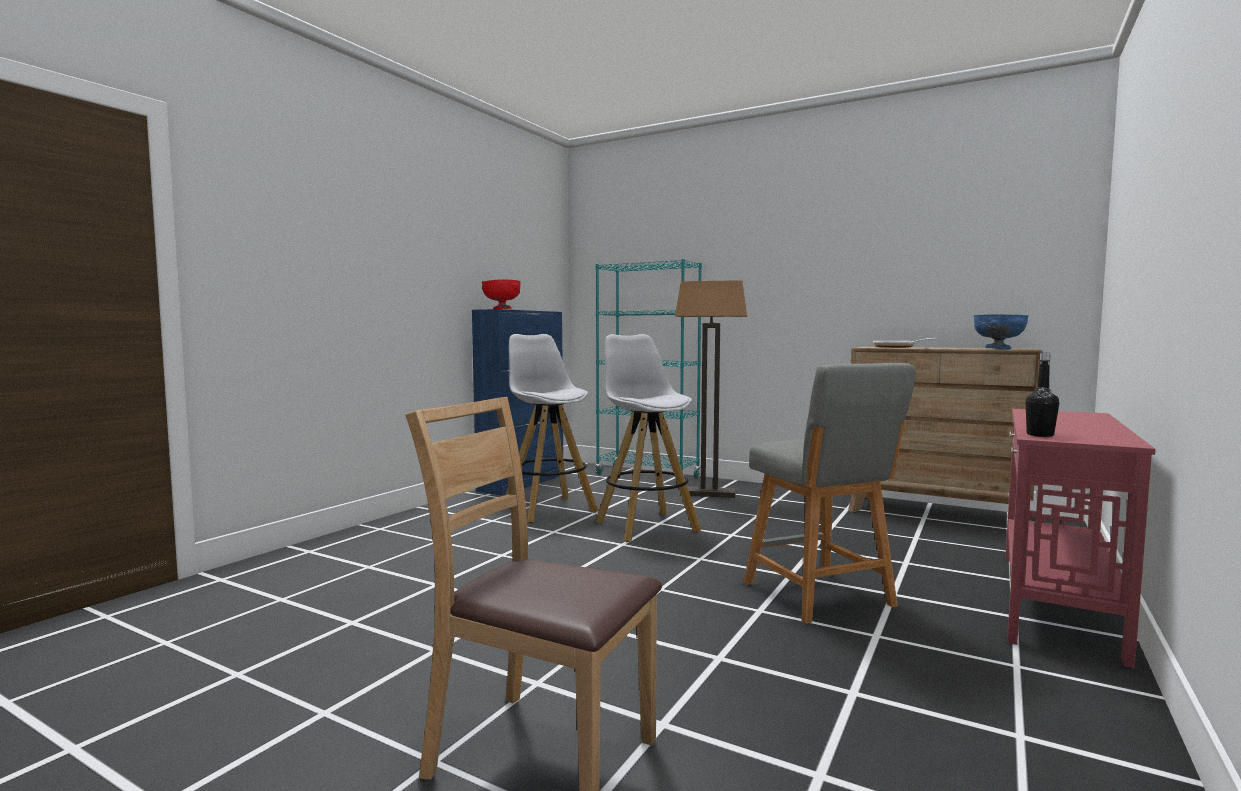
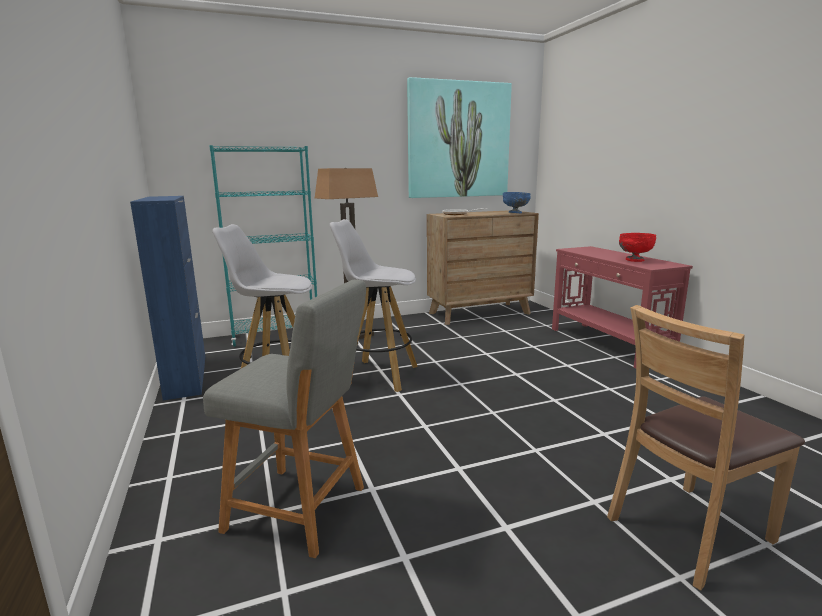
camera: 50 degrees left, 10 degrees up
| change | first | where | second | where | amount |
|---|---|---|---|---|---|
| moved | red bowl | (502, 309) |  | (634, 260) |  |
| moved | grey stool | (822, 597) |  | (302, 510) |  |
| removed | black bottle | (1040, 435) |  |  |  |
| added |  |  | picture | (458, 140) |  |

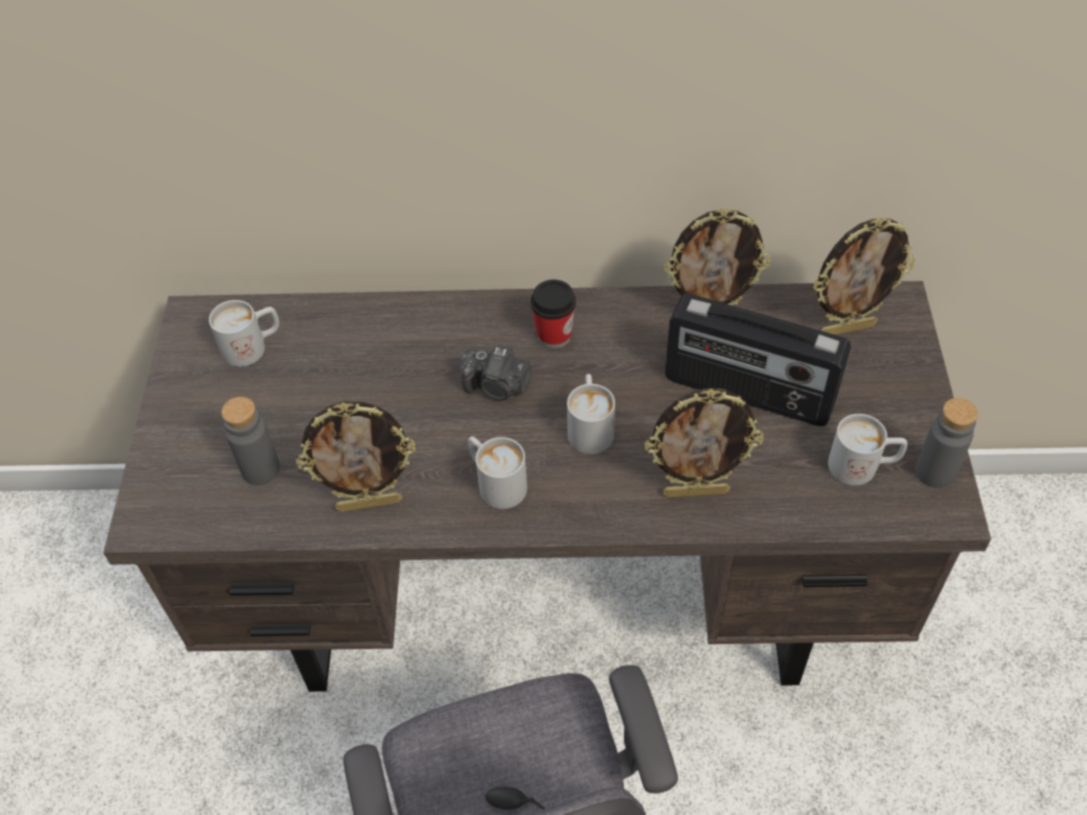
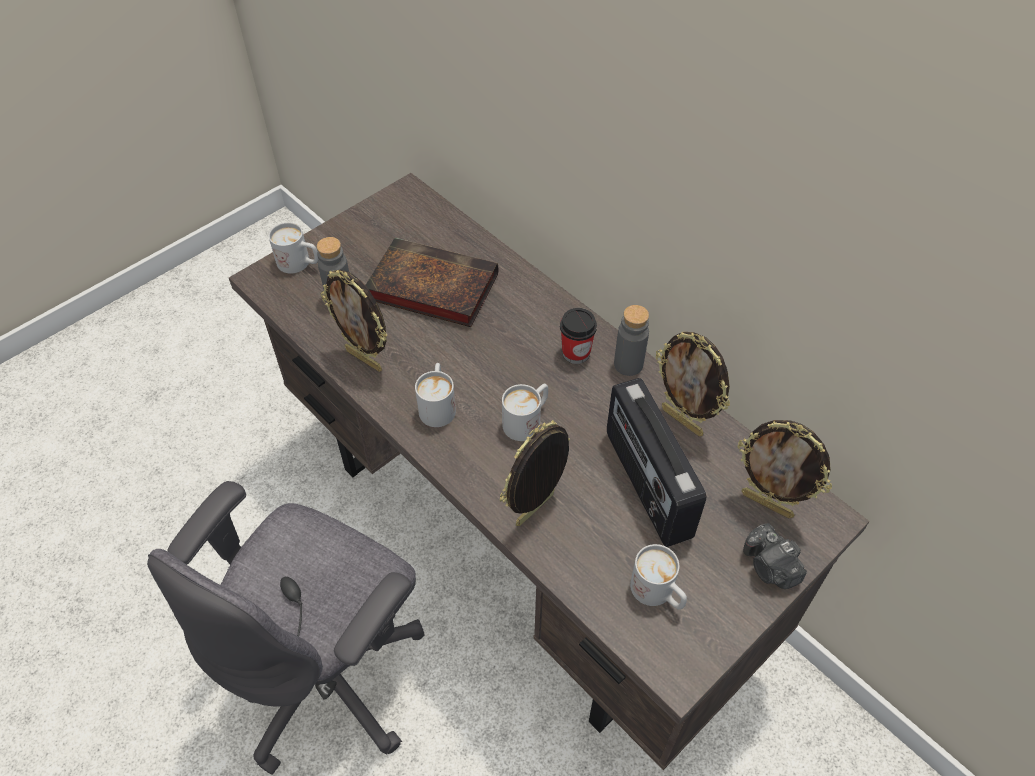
camera: 45 degrees right, 0 degrees up
| change | first | where | second | where | amount |
|---|---|---|---|---|---|
| moved | white mug | (253, 346) |  | (300, 264) |  |
| moved | photo camera | (497, 387) |  | (770, 567) |  |
| turned | picture frame | (696, 491) |  | (536, 511) | 90 degrees clockwise |
| moved | grey bottle | (935, 472) |  | (628, 364) |  |
| added |  |  | book | (429, 287) |  |

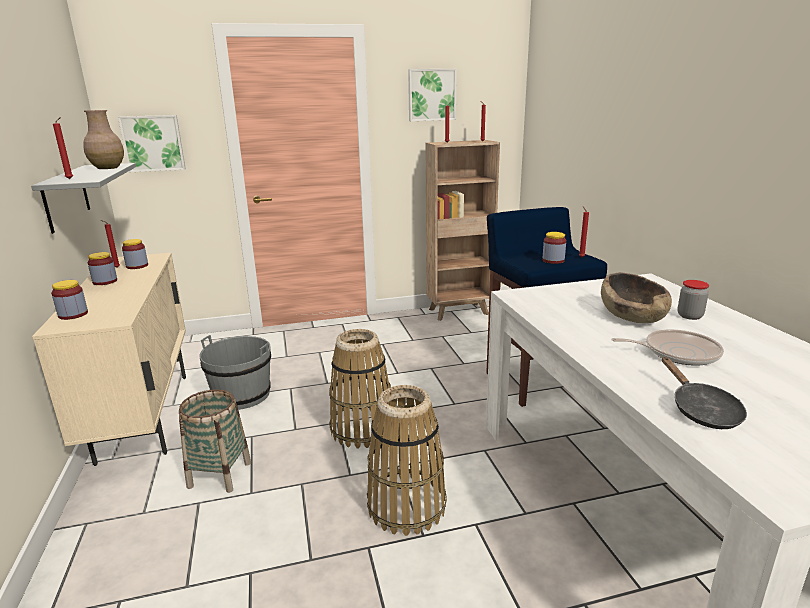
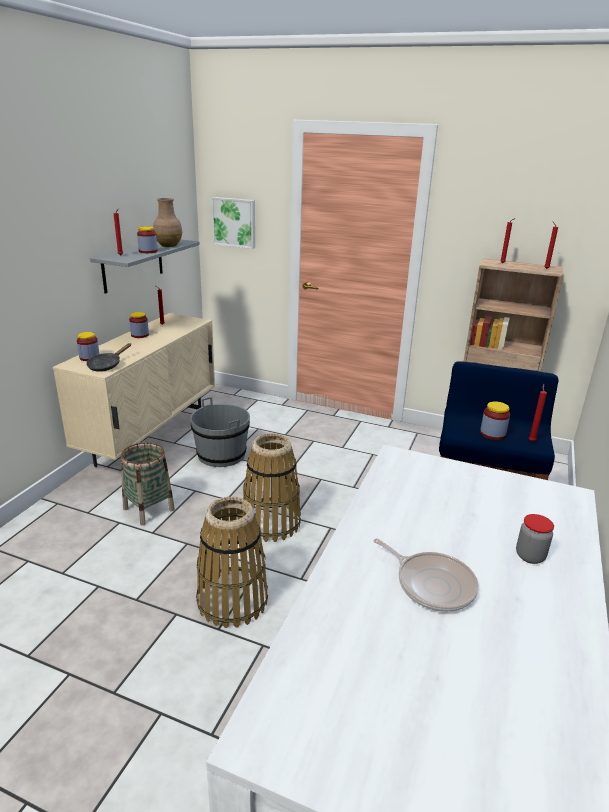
camera: 35 degrees right, 5 degrees up
| change | first | where | second | where | amount |
|---|---|---|---|---|---|
| moved | jar | (137, 266) |  | (148, 251) |  |
| removed | picture | (431, 95) |  |  |  |
| removed | brown bowl | (632, 315) |  |  |  |
| moved | black frying pan | (701, 410) |  | (107, 365) |  |

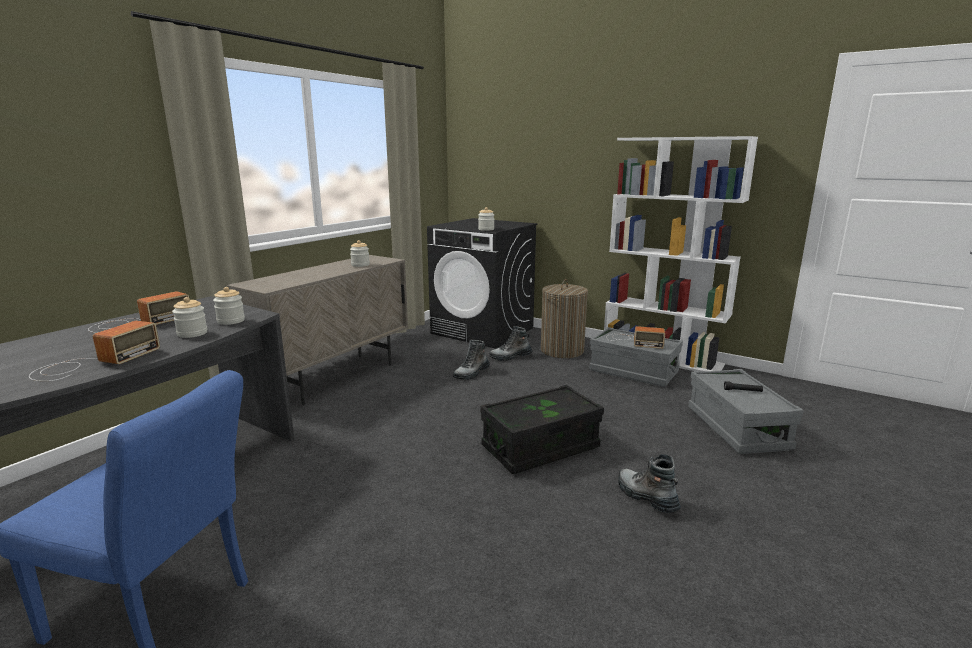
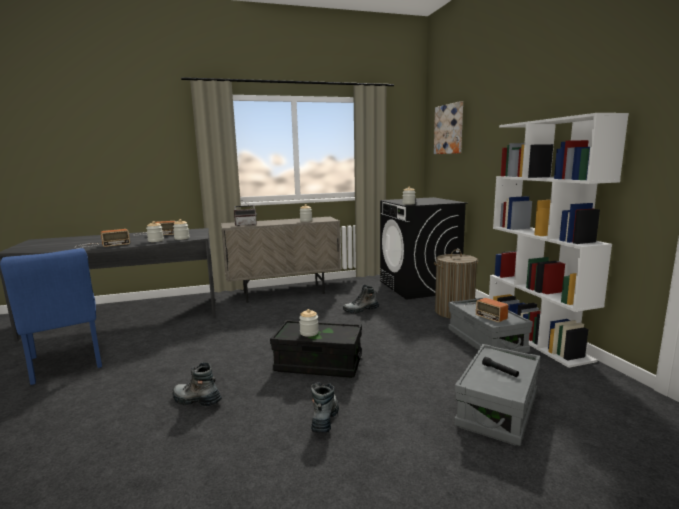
camera: 40 degrees right, 5 degrees down
| change | first | where | second | where | amount |
|---|---|---|---|---|---|
| moved | boot | (510, 357) |  | (196, 400) |  |
| added |  |  | radio | (246, 225) |  |
| added |  |  | jar | (309, 333) |  |
| added |  |  | picture | (449, 129) |  |

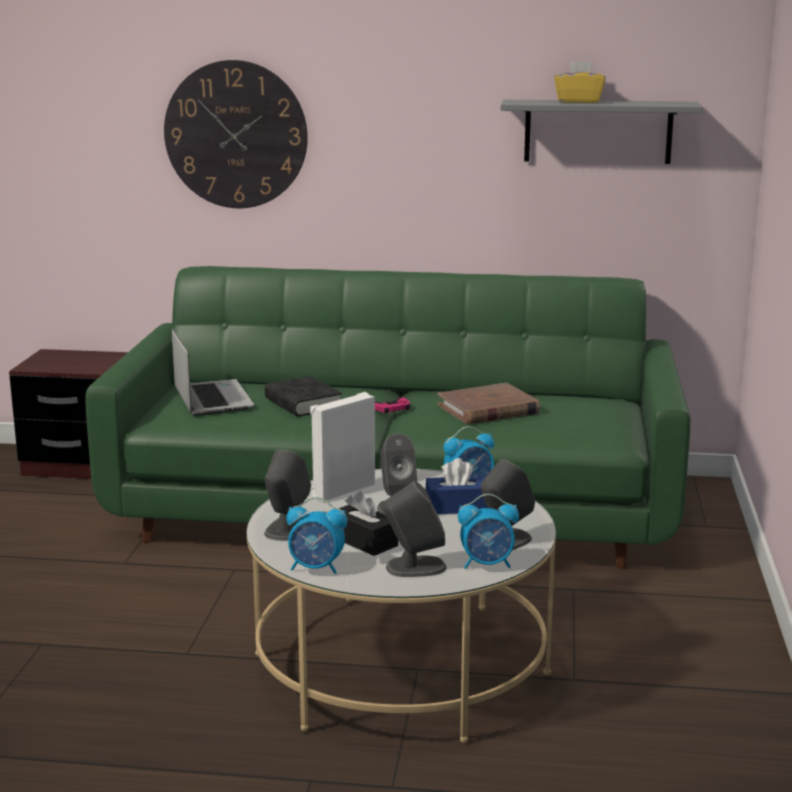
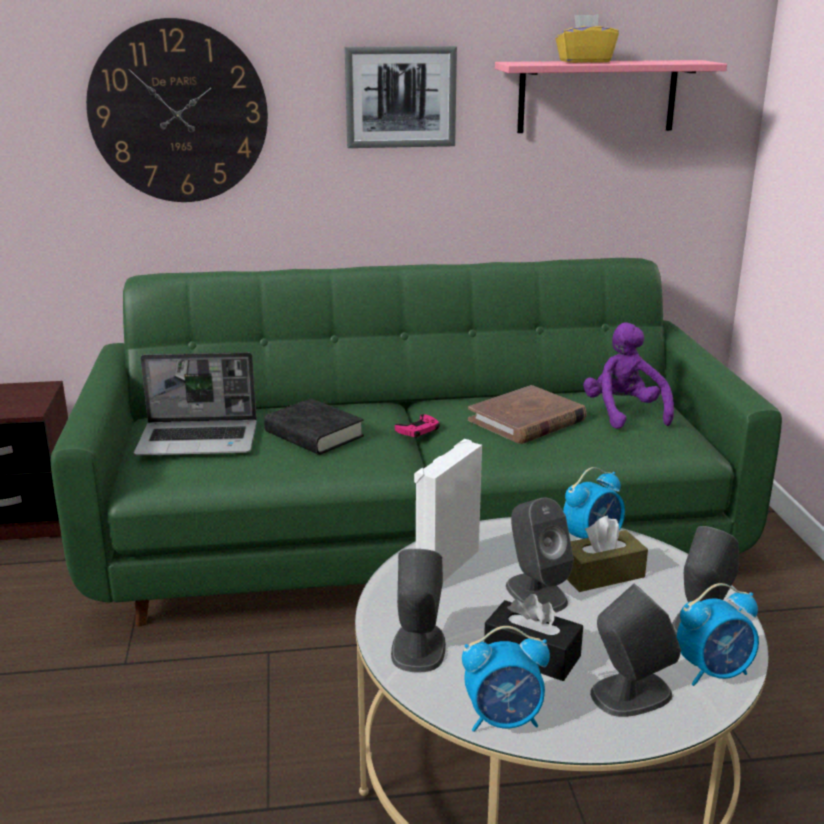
camera: 15 degrees left, 5 degrees up
| change | first | where | second | where | amount |
|---|---|---|---|---|---|
| turned | laptop | (211, 399) |  | (200, 440) | 120 degrees clockwise |
| recoloured | blue tissue box | (457, 507) | brown tissue box | (601, 574) |  |
| recoloured | grey shelf | (598, 131) | pink shelf | (597, 96) |  |
| added |  |  | picture | (400, 97) |  |
| added |  |  | purple plush toy | (624, 413) |  |

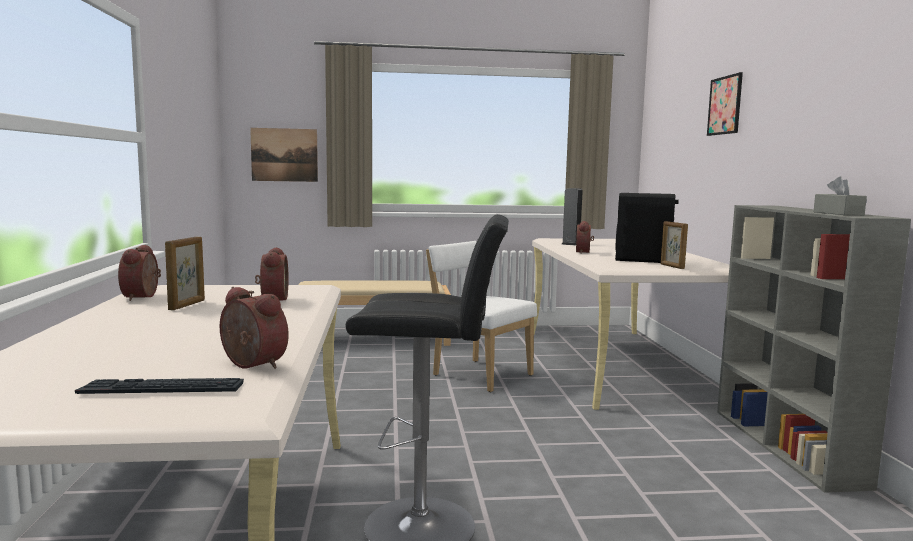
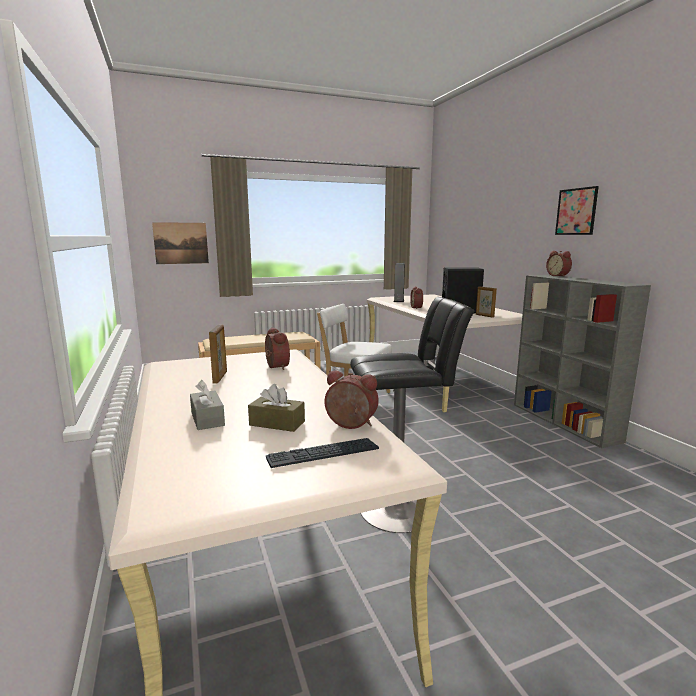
camera: 15 degrees left, 5 degrees up
| change | first | where | second | where | amount |
|---|---|---|---|---|---|
| moved | alarm clock | (143, 297) |  | (558, 276) |  |
| moved | picture | (725, 105) |  | (576, 211) |  |
| moved | grey tissue box | (838, 213) |  | (207, 419) |  |
| added |  |  | brown tissue box | (277, 423) |  |

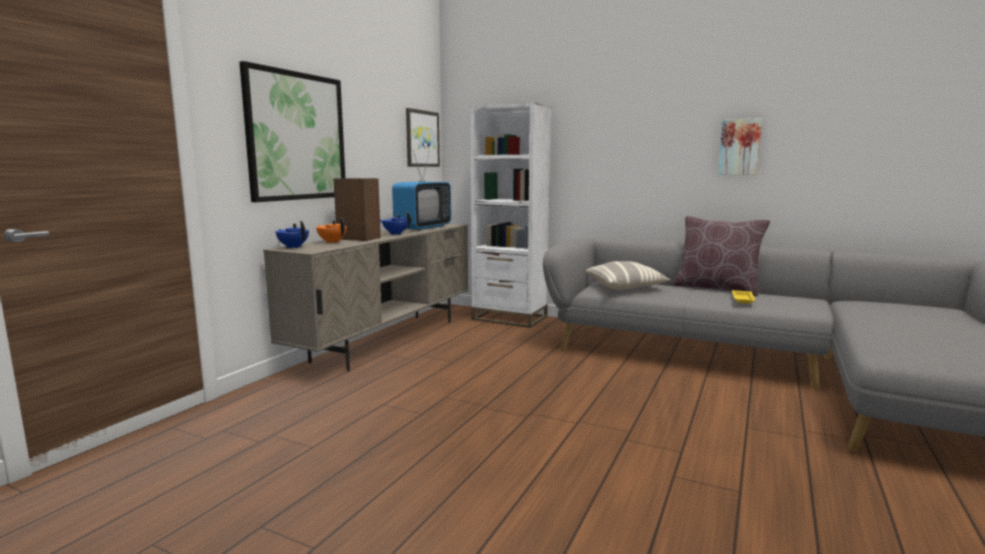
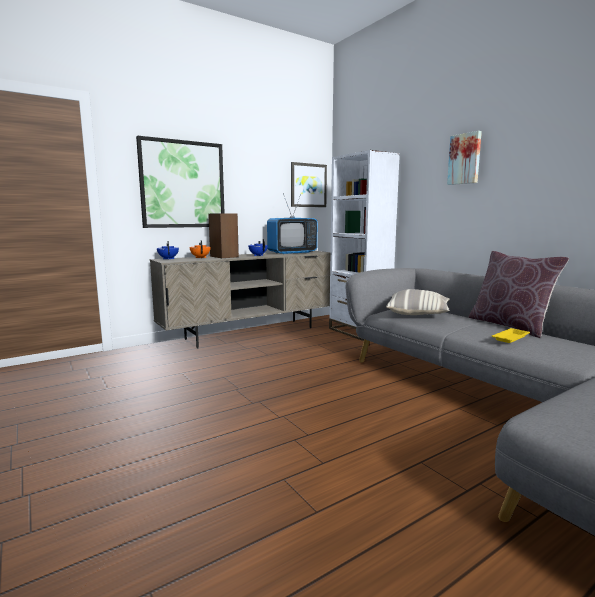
camera: 30 degrees right, 0 degrees up
| change | first | where | second | where | amount |
|---|---|---|---|---|---|
| moved | picture | (739, 147) |  | (465, 159) |  |

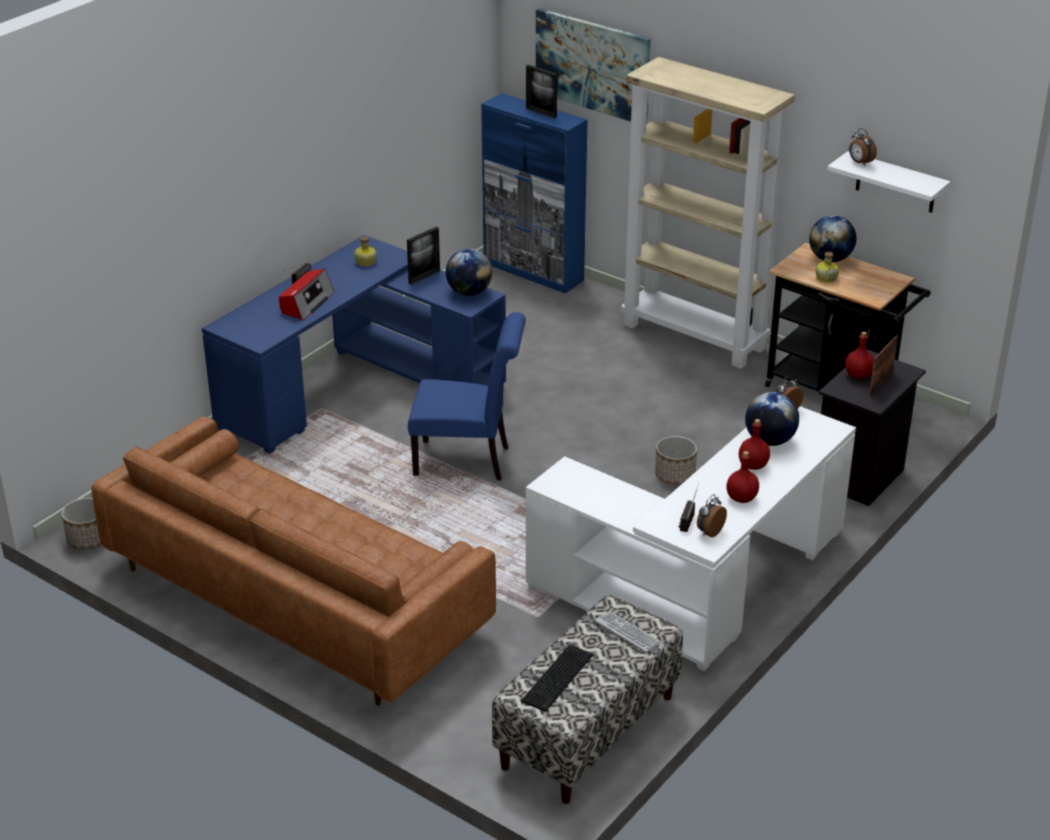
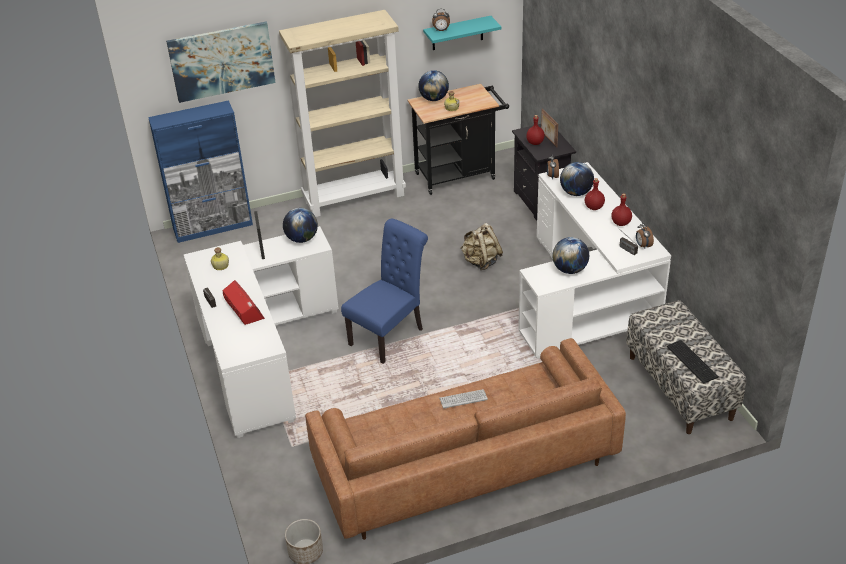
camera: 55 degrees left, 5 degrees up
| change | first | where | second | where | amount |
|---|---|---|---|---|---|
| recoloured | blue desk | (356, 387) | white desk | (259, 352) |  |
| removed | picture frame | (541, 112) |  |  |  |
| moved | keyboard | (628, 632) |  | (463, 399) |  |
| replaced | planter | (674, 475) | beige backpack | (481, 262) |  |
| recoloured | white shelf | (896, 183) | turquoise shelf | (457, 33) |  |
| added |  |  | globe | (570, 270) |  |

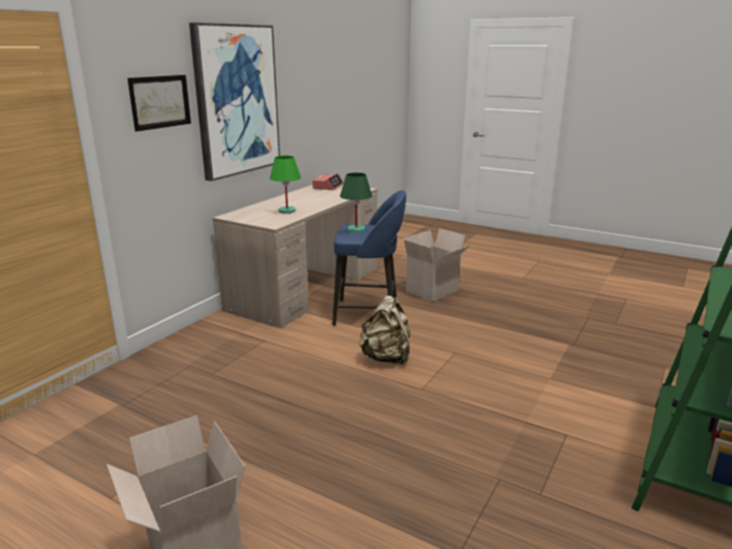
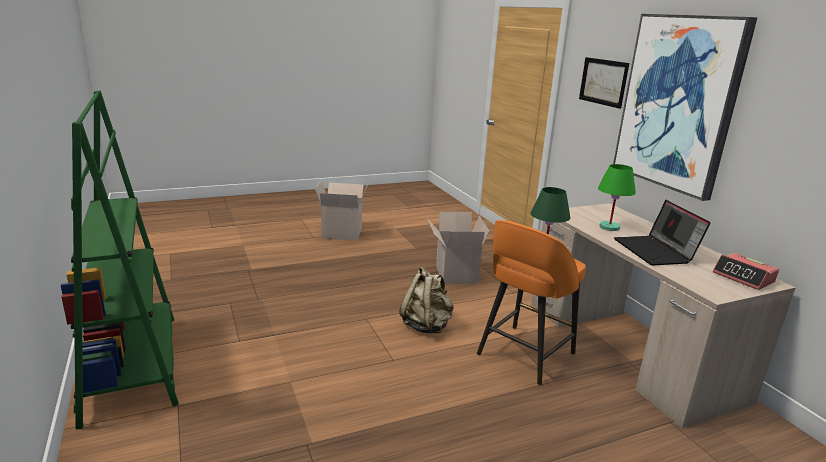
camera: 125 degrees right, 0 degrees up
| change | first | where | second | where | amount |
|---|---|---|---|---|---|
| recoloured | blue stool | (368, 313) | orange stool | (524, 355) |  |
| moved | cardboard box | (433, 291) |  | (454, 274) |  |
| added |  |  | laptop | (656, 251) |  |

